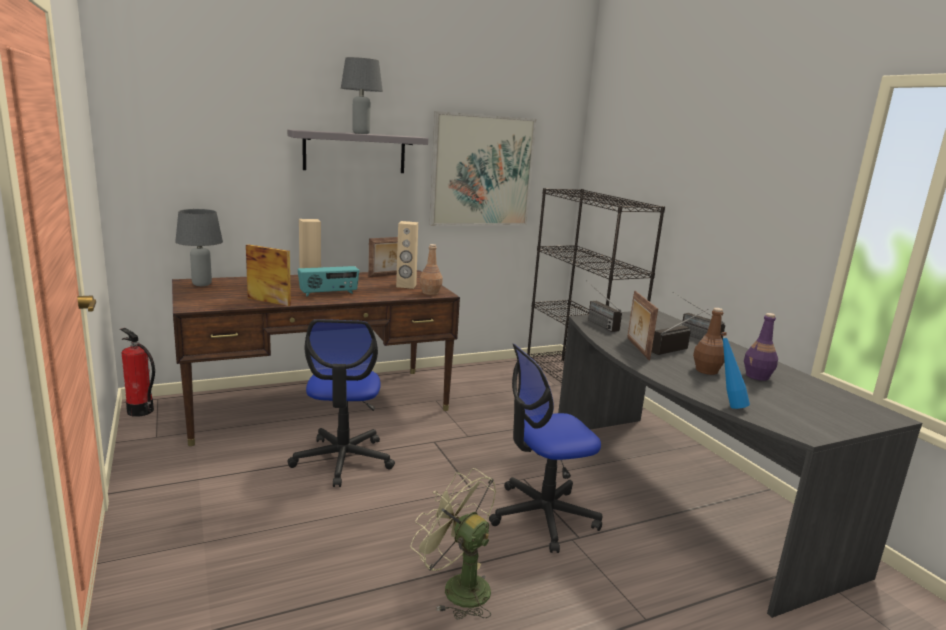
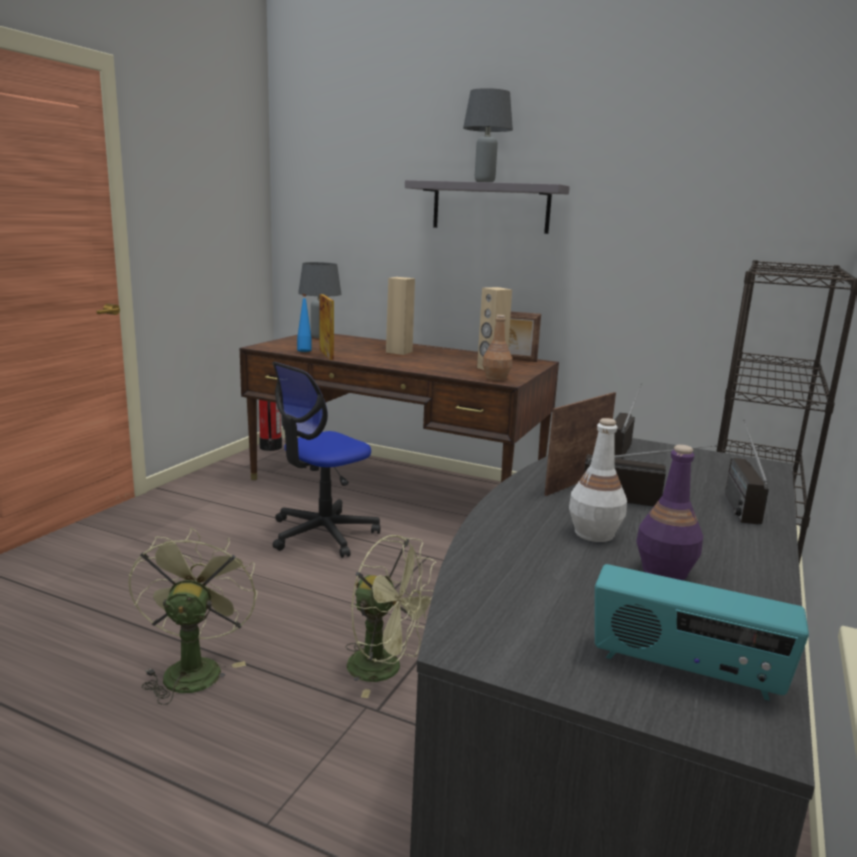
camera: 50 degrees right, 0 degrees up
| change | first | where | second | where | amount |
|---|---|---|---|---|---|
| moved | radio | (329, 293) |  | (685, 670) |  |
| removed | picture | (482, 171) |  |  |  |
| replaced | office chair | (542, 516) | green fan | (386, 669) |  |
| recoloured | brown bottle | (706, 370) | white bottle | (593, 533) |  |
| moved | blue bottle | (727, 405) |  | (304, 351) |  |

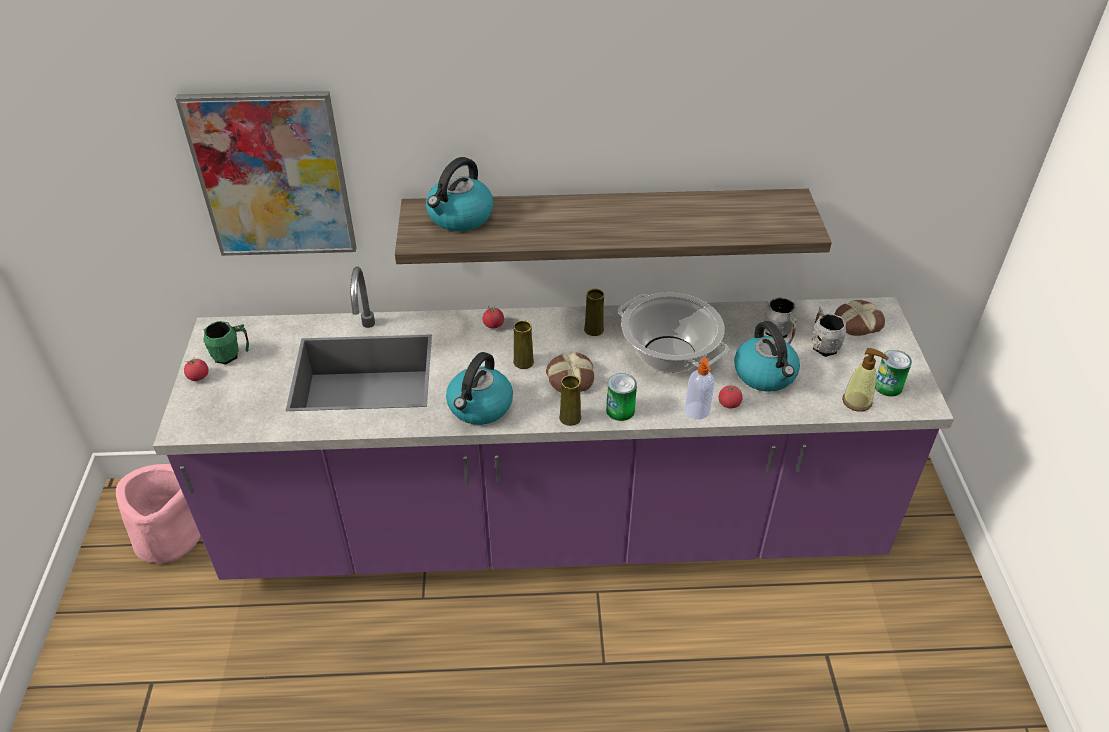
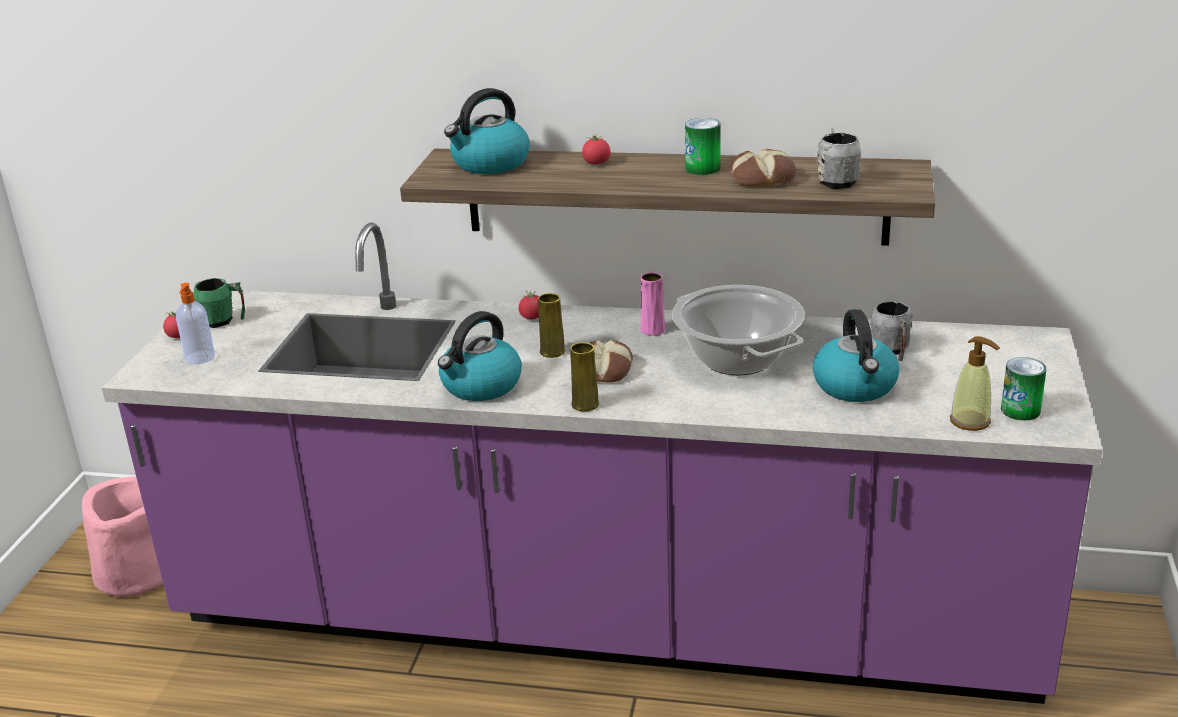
camera: 15 degrees right, 15 degrees down
| change | first | where | second | where | amount |
|---|---|---|---|---|---|
| removed | picture | (272, 176) |  |  |  |
| recoloured | yellow vase | (594, 329) | pink vase | (652, 330) |  |
| moved | can | (620, 410) |  | (702, 168) |  |
| moved | soap dispenser | (697, 411) |  | (200, 358) |  |
| moved | tomato | (729, 404) |  | (596, 163) |  |
| moved | grey mug | (822, 345) |  | (836, 180) |  |
| moved | bread | (857, 322) |  | (762, 177) |  |

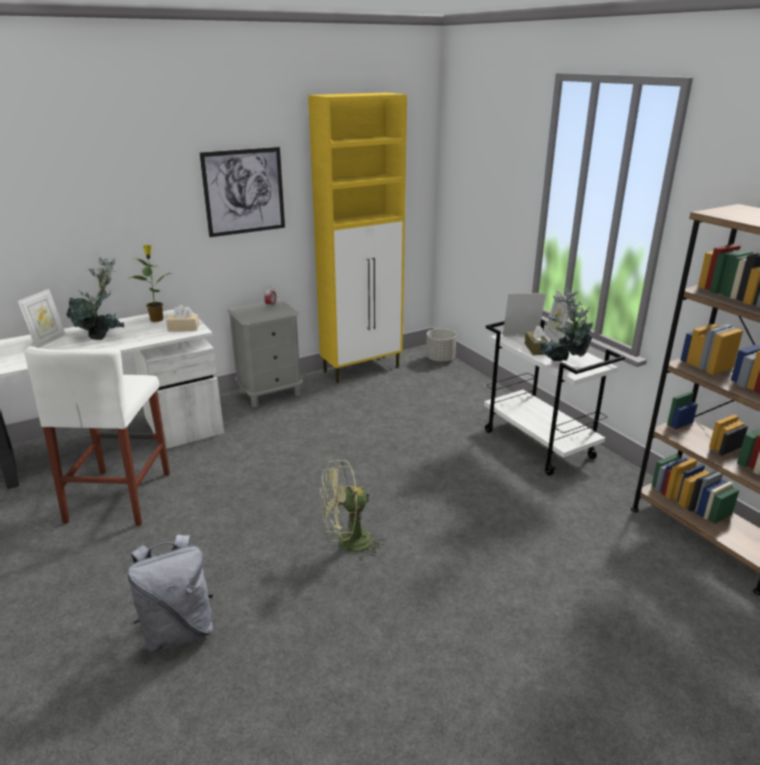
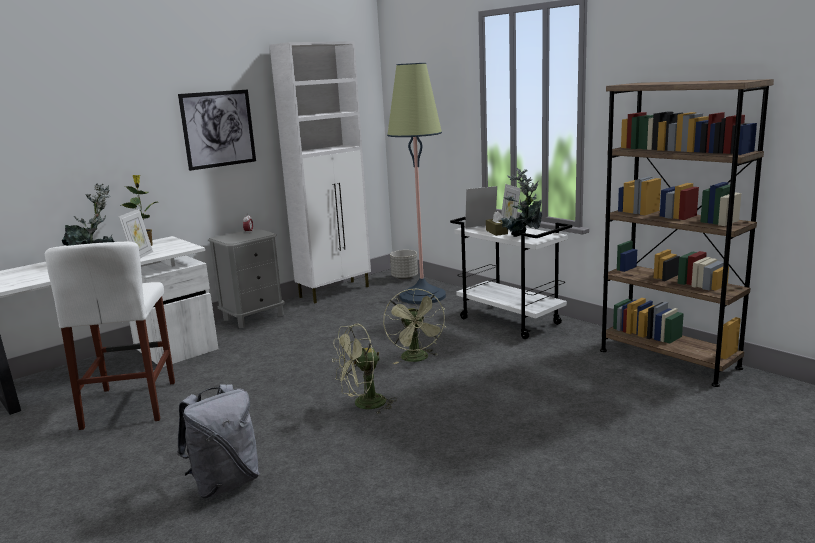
camera: 10 degrees left, 10 degrees down
| change | first | where | second | where | amount |
|---|---|---|---|---|---|
| moved | picture frame | (48, 341) |  | (140, 256) |  |
| removed | beige tissue box | (183, 328) |  |  |  |
| recoloured | yellow cabinet | (362, 369) | white cabinet | (335, 291) |  |
| added |  |  | green fan | (417, 359) |  |
| added |  |  | floor lamp | (422, 296) |  |

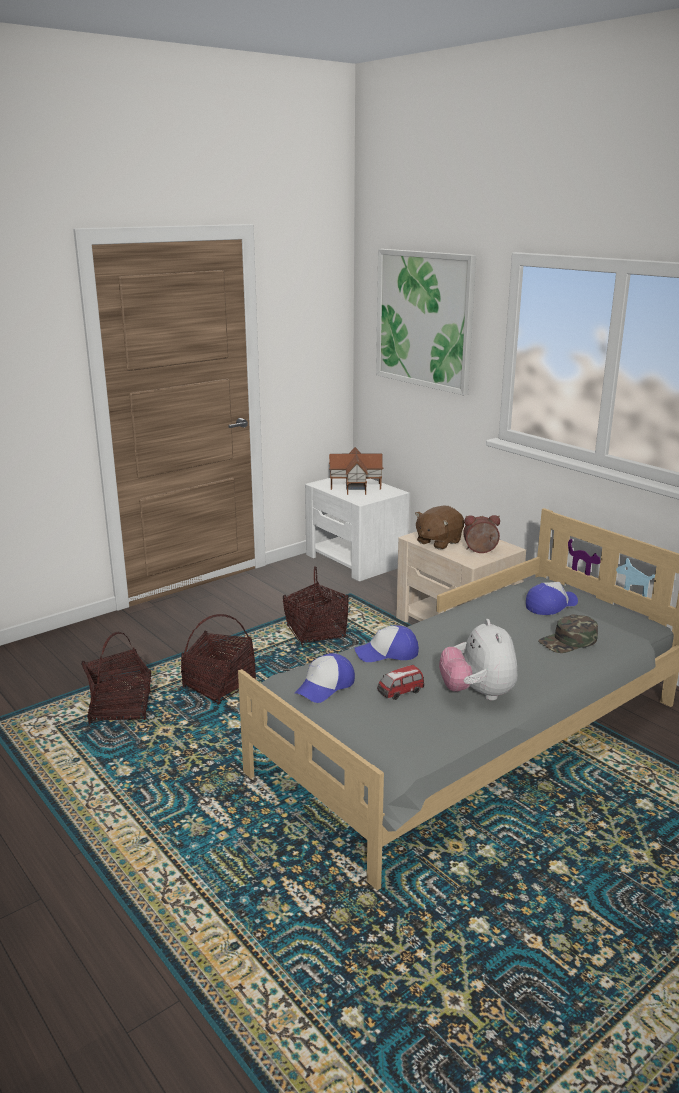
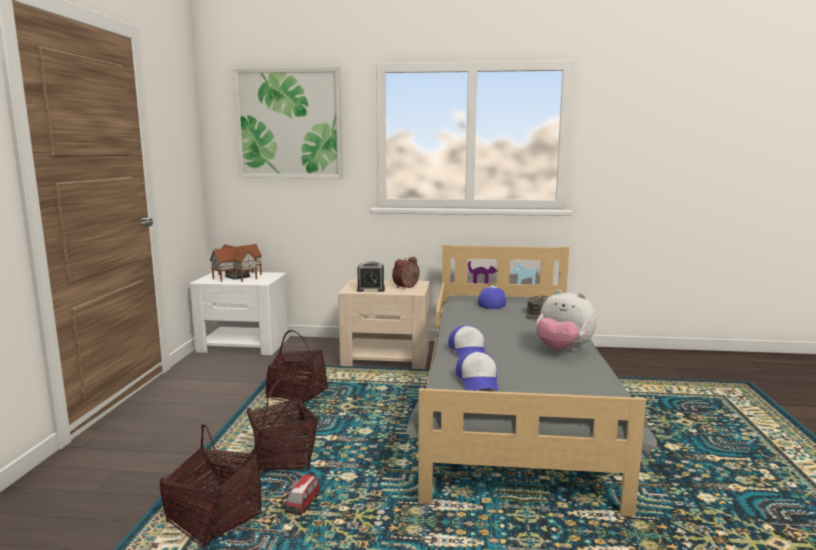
camera: 45 degrees left, 10 degrees down
| change | first | where | second | where | amount |
|---|---|---|---|---|---|
| turned | cap | (387, 653) |  | (468, 351) | 45 degrees counterclockwise |
| moved | toy car | (400, 692) |  | (303, 505) |  |
| replaced | brown plush toy | (438, 542) | alarm clock | (371, 289) |  |

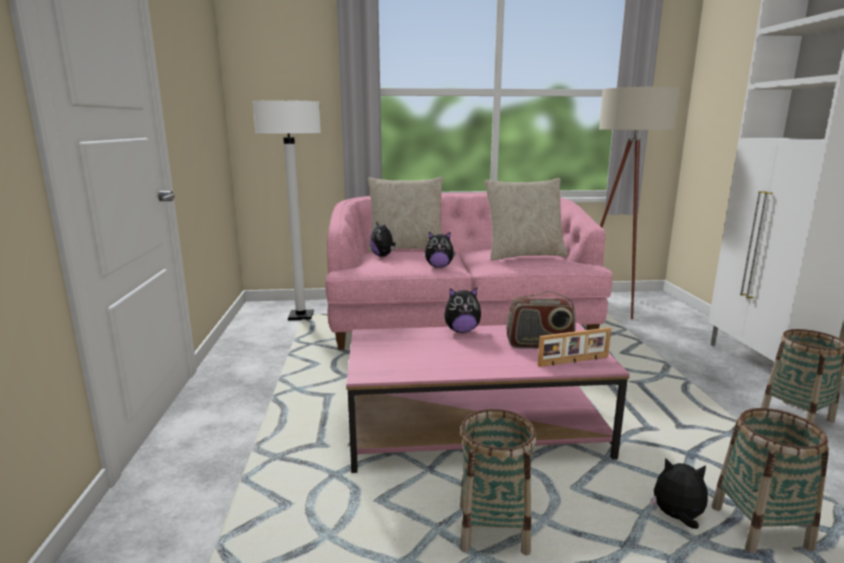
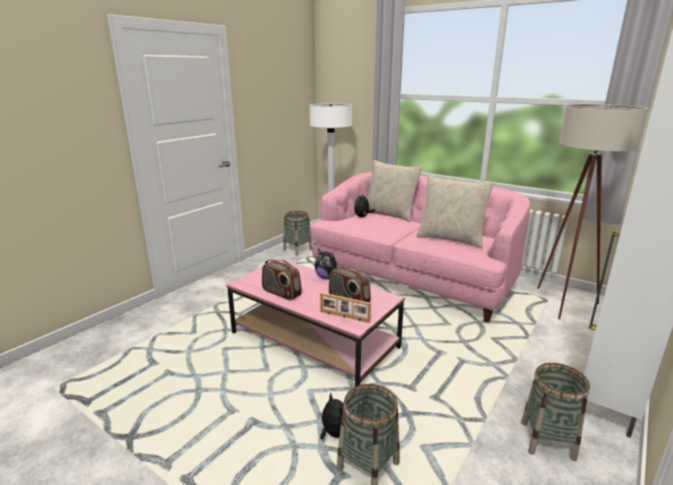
camera: 40 degrees right, 5 degrees up
| change | first | where | second | where | amount |
|---|---|---|---|---|---|
| removed | plush toy | (439, 266) |  |  |  |
| moved | basket | (493, 530) |  | (297, 249) |  |
| added |  |  | radio | (281, 293) |  |

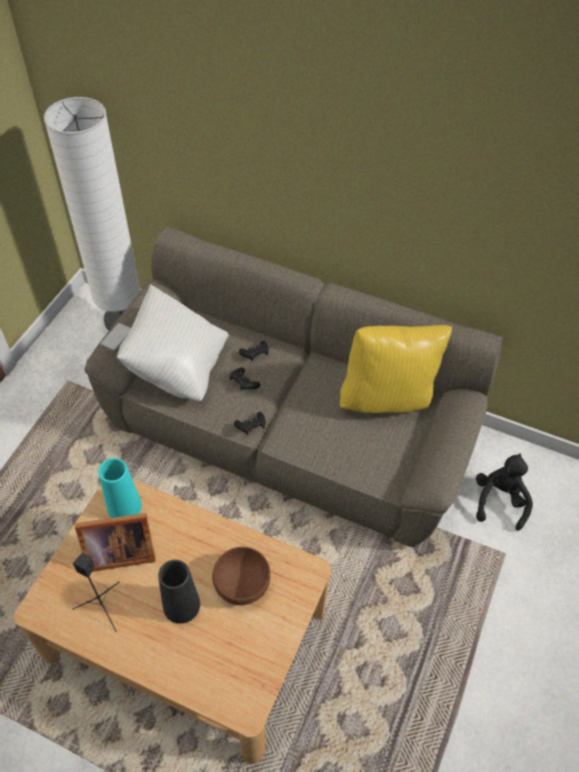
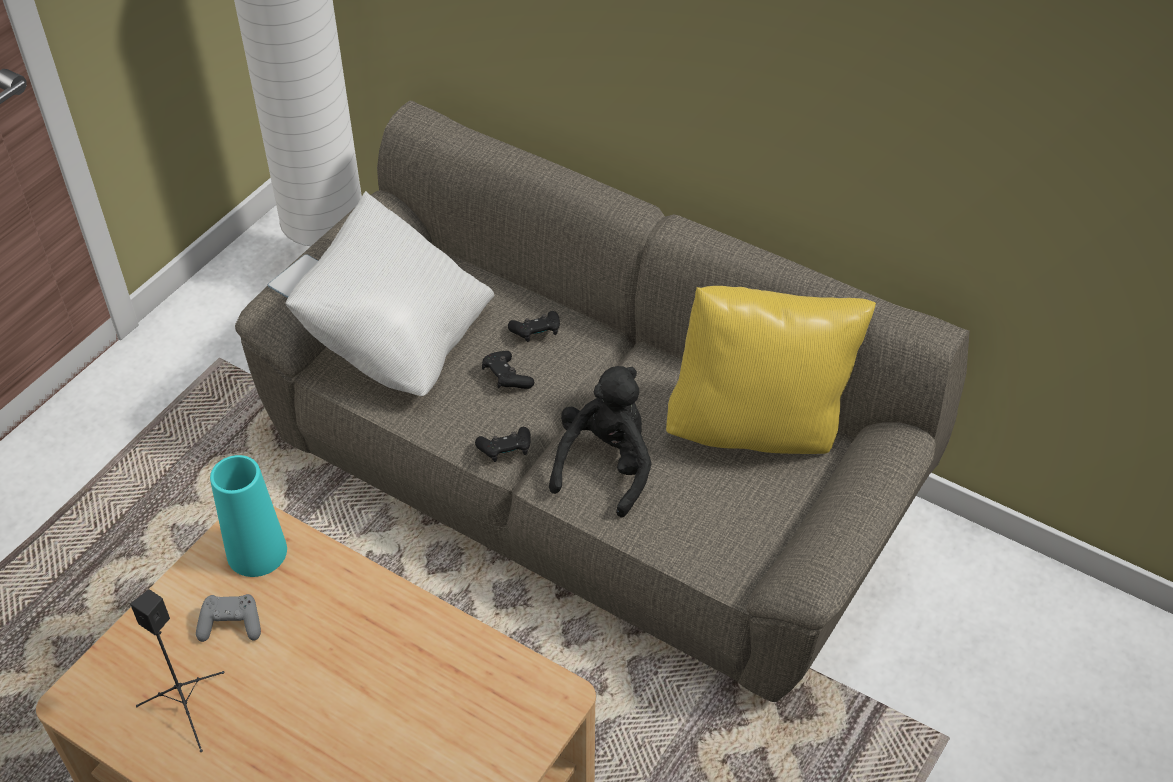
camera: 10 degrees right, 5 degrees down
| change | first | where | second | where | amount |
|---|---|---|---|---|---|
| replaced | picture frame | (118, 552) | grey game controller | (231, 624) |  |
| removed | black vase | (181, 605) |  |  |  |
| removed | brown bowl | (242, 582) |  |  |  |
| moved | black plush toy | (499, 500) |  | (605, 466) |  |

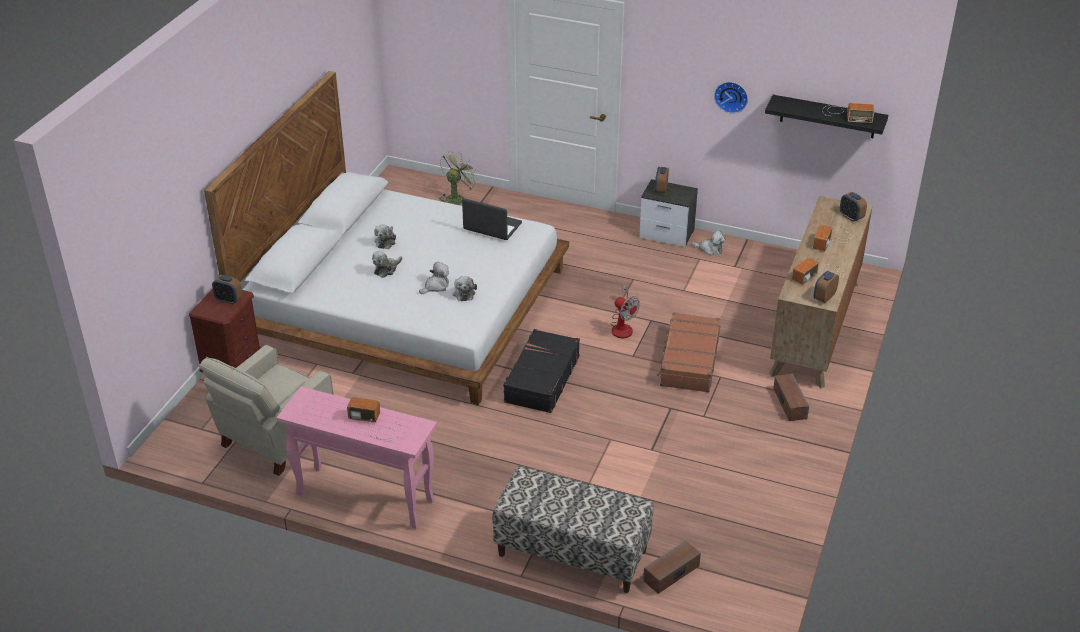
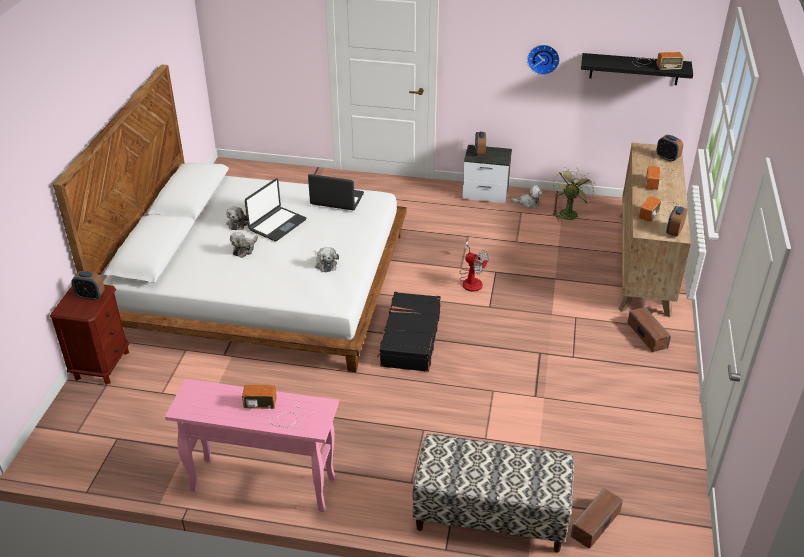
camera: 10 degrees left, 0 degrees up
| change | first | where | second | where | amount |
|---|---|---|---|---|---|
| removed | beige armchair | (274, 439) |  |  |  |
| removed | plush toy | (436, 286) |  |  |  |
| moved | green fan | (457, 198) |  | (568, 212) |  |
| removed | brown suitcase | (689, 361) |  |  |  |
| added |  |  | laptop | (277, 224) |  |

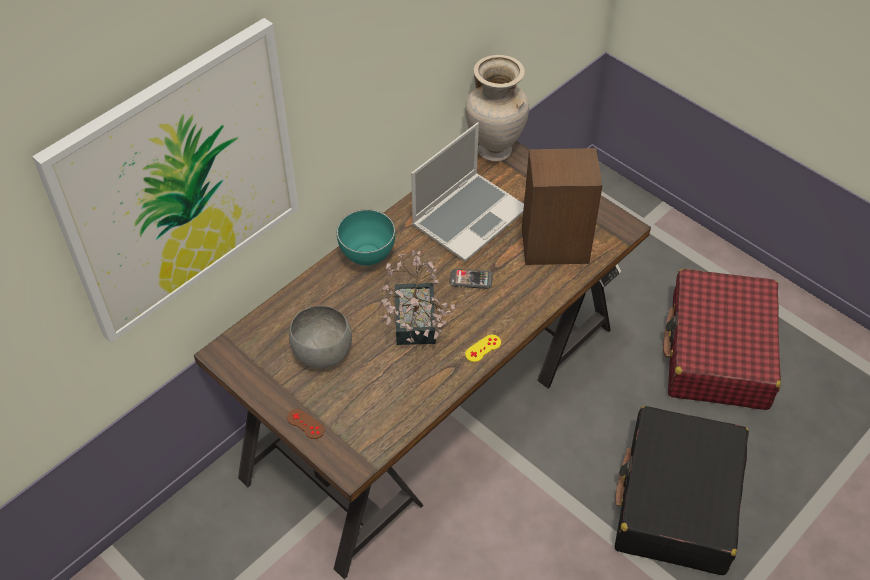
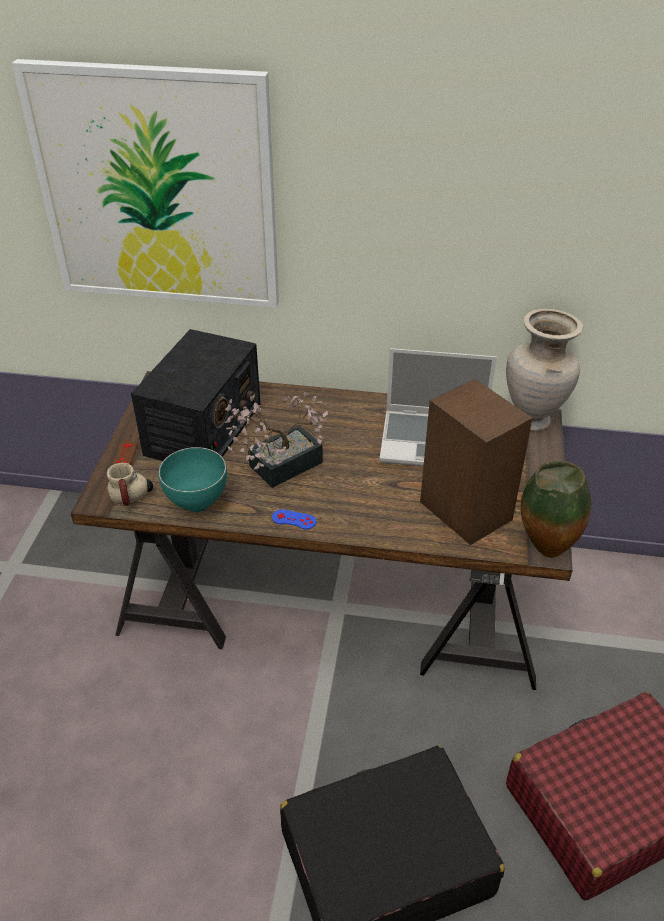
camera: 55 degrees right, 10 degrees down
| change | first | where | second | where | amount |
|---|---|---|---|---|---|
| replaced | grey bowl | (321, 353) | radio | (203, 429) |  |
| moved | turquoise bowl | (366, 258) |  | (196, 503) |  |
| removed | phone | (471, 280) |  |  |  |
| recoloured | yellow game controller | (483, 348) | blue game controller | (294, 519) |  |
| added |  |  | mug | (132, 499) |  |
| added |  |  | vase | (544, 551) |  |

